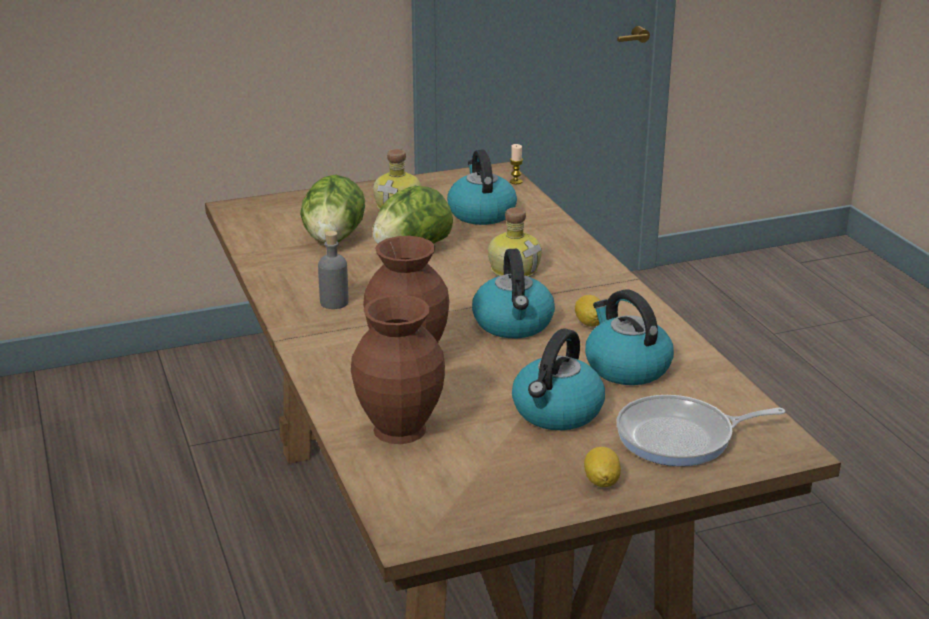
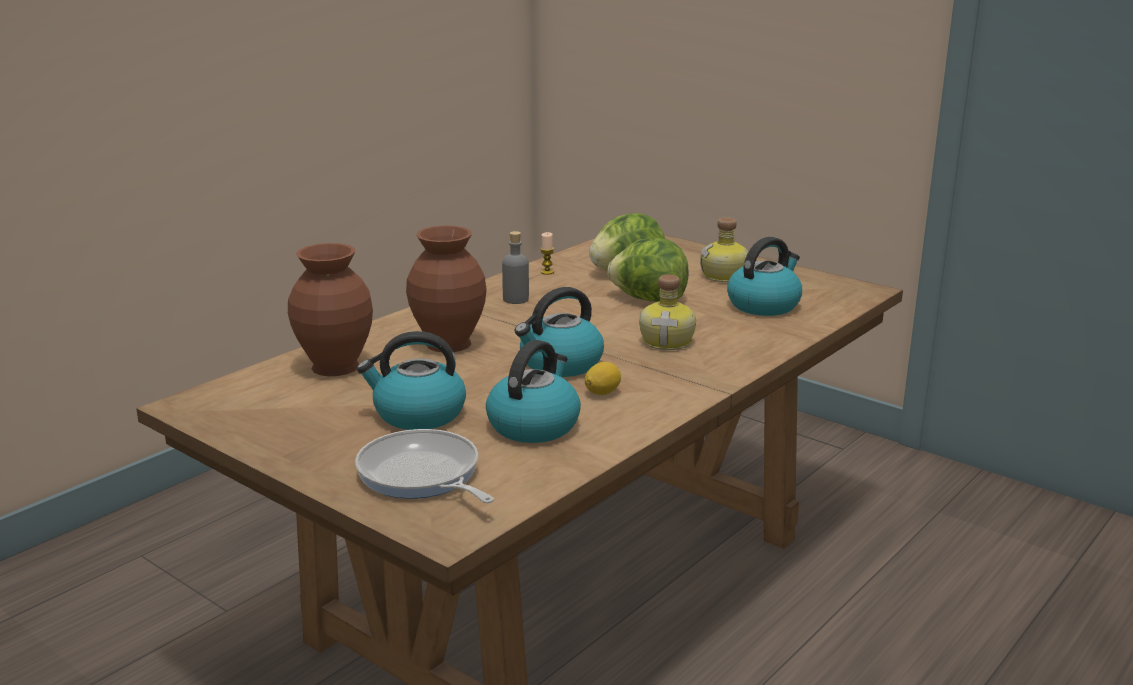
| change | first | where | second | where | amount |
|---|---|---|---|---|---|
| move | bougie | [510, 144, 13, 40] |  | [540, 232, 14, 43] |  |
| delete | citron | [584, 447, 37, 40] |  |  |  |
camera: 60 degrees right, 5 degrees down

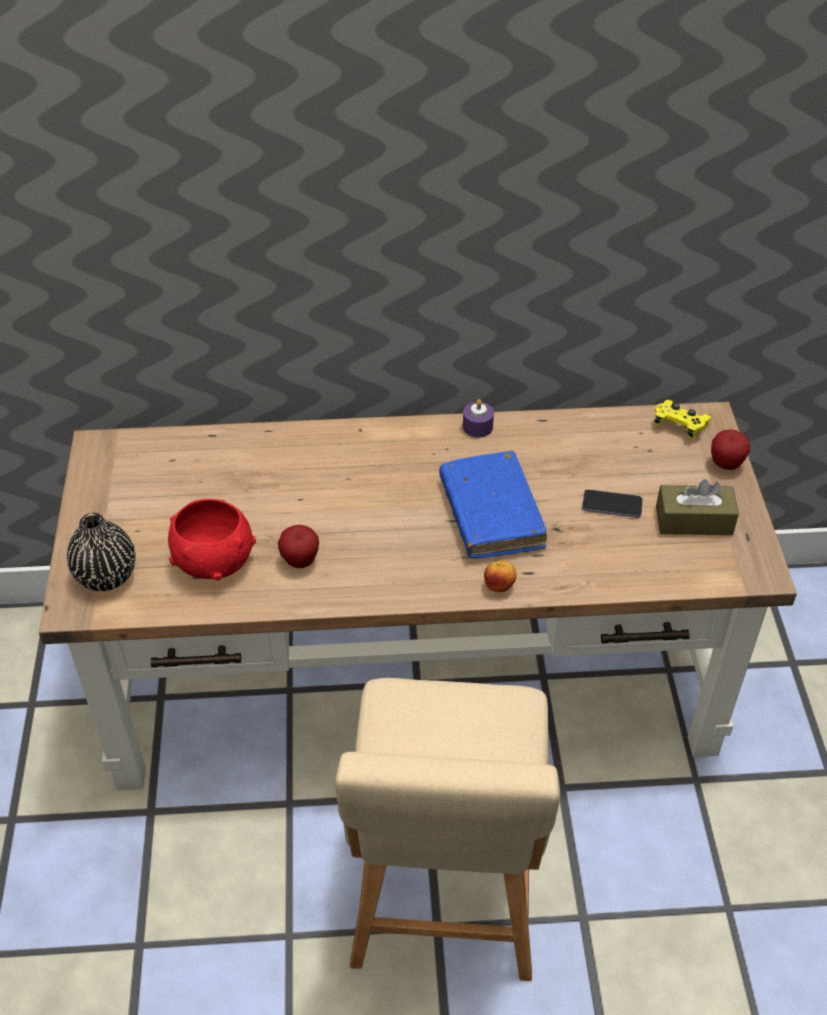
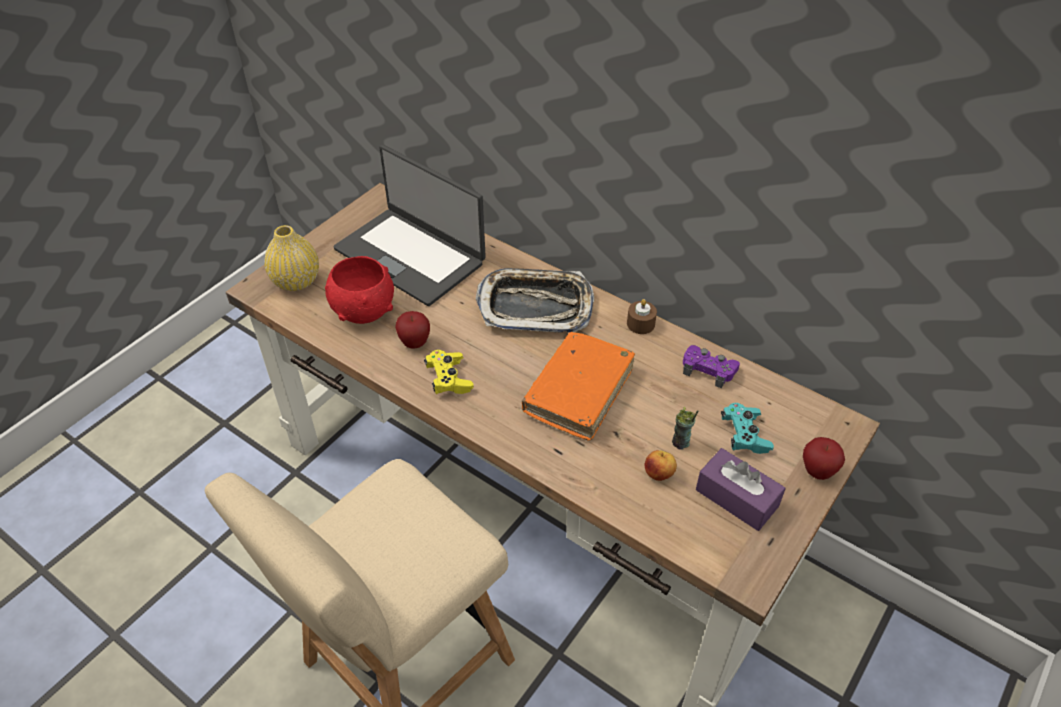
| change | first | where | second | where | amount |
|---|---|---|---|---|---|
| recolor | vase (noir) | [67, 513, 69, 78] | vase (jaune) | [265, 225, 54, 66] |  |
| insert |  |  | ordinateur portable | [333, 145, 153, 161] |  |
| move | manette (jaune) | [654, 400, 58, 40] |  | [424, 350, 50, 44] |  |
| insert |  |  | plateau | [476, 268, 118, 65] |  |
| recolor | livre (bleu) | [439, 451, 108, 107] | livre (orange) | [522, 332, 113, 109] |  |
| recolor | bougie (violet) | [463, 399, 31, 39] | bougie (marron) | [627, 299, 30, 35] |  |
| move | pomme | [484, 561, 32, 31] |  | [645, 450, 32, 31] |  |
| replace | téléphone | [582, 489, 61, 29] | tasse | [672, 406, 26, 44] |  |
| insert |  |  | manette (violet) | [683, 345, 57, 43] |  |
| recolor | boîte à mouchoirs (marron) | [656, 479, 83, 56] | boîte à mouchoirs (violet) | [696, 448, 90, 83] |  |
| insert |  |  | manette (turquoise) | [721, 403, 53, 51] |  |
camera: 40 degrees right, 0 degrees up

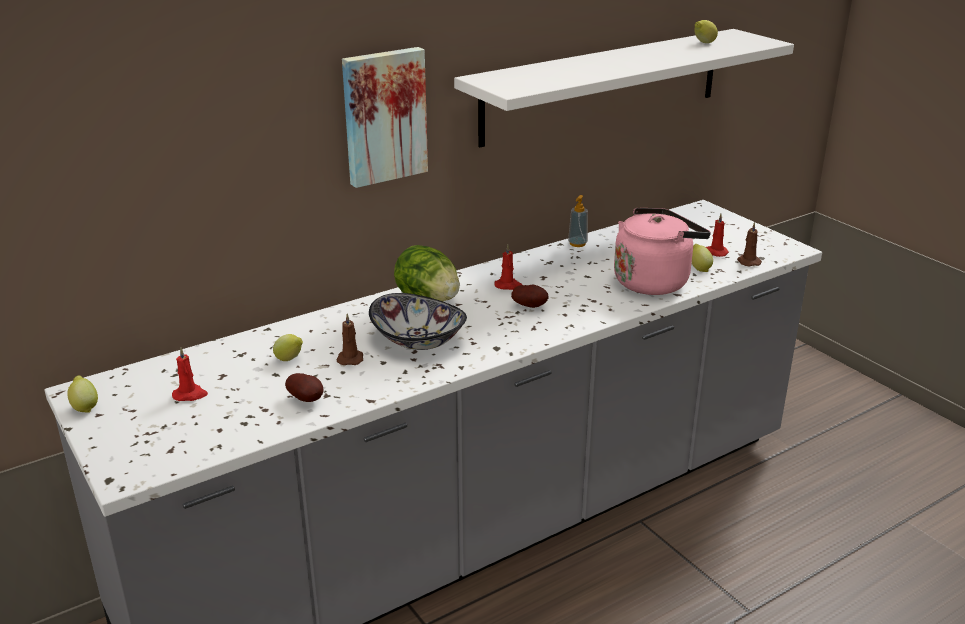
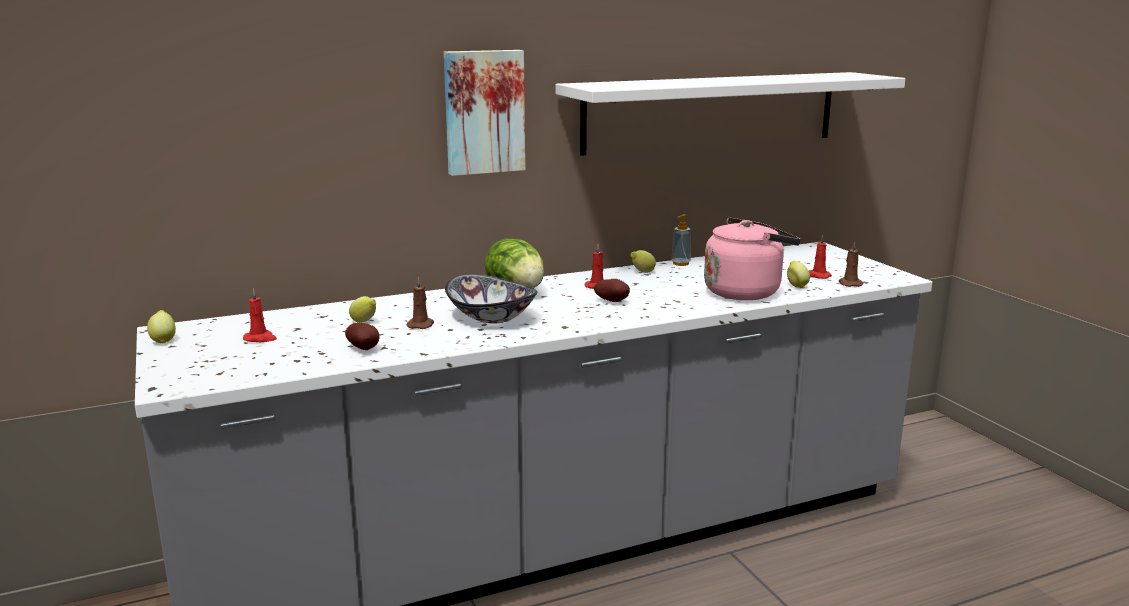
| change | first | where | second | where | amount |
|---|---|---|---|---|---|
| move | citron | [694, 20, 24, 23] |  | [630, 250, 26, 23] |  |
camera: 10 degrees right, 10 degrees down

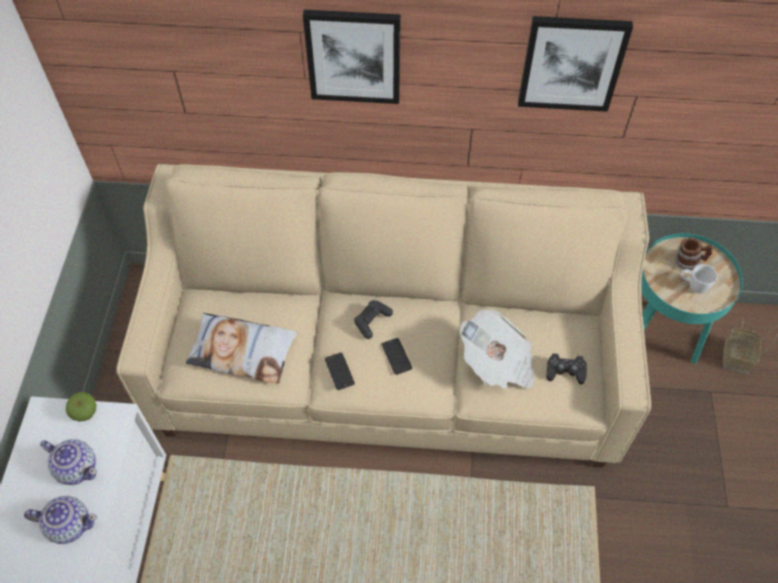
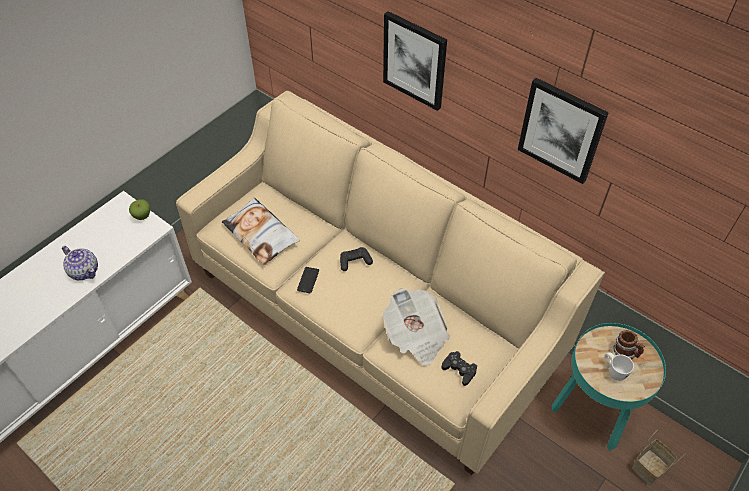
| change | first | where | second | where | amount |
|---|---|---|---|---|---|
| delete | théière | [40, 439, 57, 46] |  |  |  |
| delete | téléphone | [382, 338, 30, 37] |  |  |  |
camera: 35 degrees right, 5 degrees down

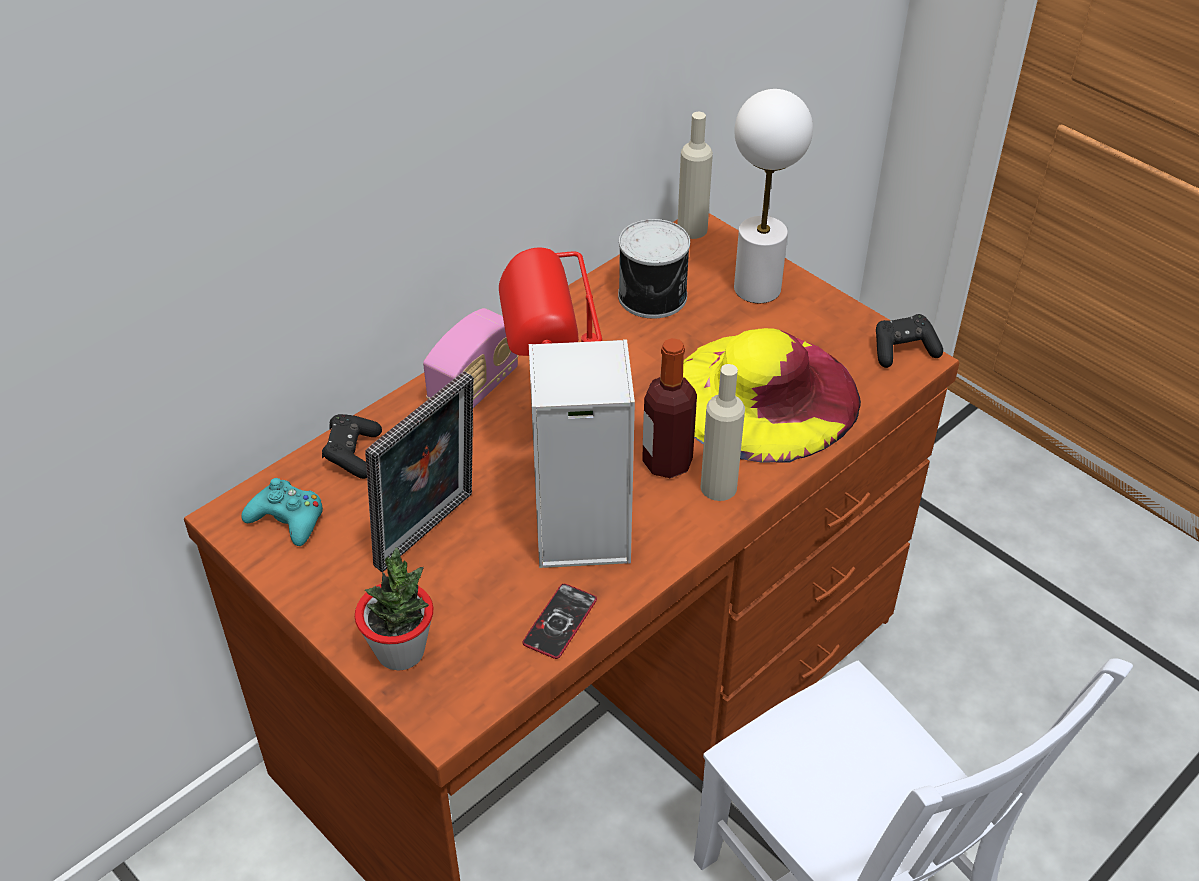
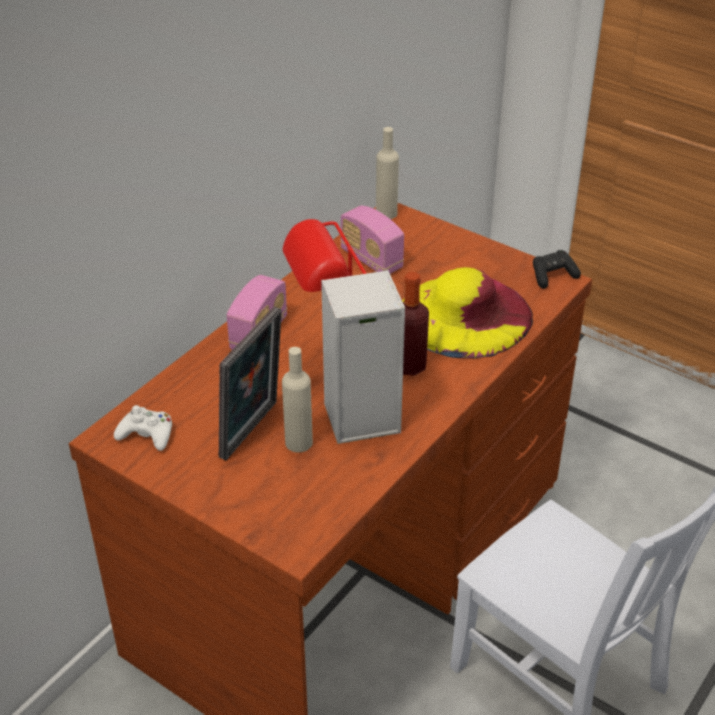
| change | first | where | second | where | amount |
|---|---|---|---|---|---|
| recolor | manette (turquoise) | [241, 478, 82, 68] | manette (blanc) | [114, 405, 58, 46] |  |
| move | bouteille (beige) | [700, 364, 45, 137] |  | [282, 347, 31, 105] |  |
| replace | boîte métallique | [618, 219, 72, 99] | radio | [340, 206, 64, 68] |  |
| delete | manette (noir) | [322, 414, 60, 65] |  |  |  |
| delete | plante en pot | [355, 547, 78, 124] |  |  |  |
| delete | téléphone | [522, 584, 75, 75] |  |  |  |
| delete | lampe de table (blanc) | [734, 89, 79, 214] |  |  |  |
camera: 10 degrees left, 5 degrees down

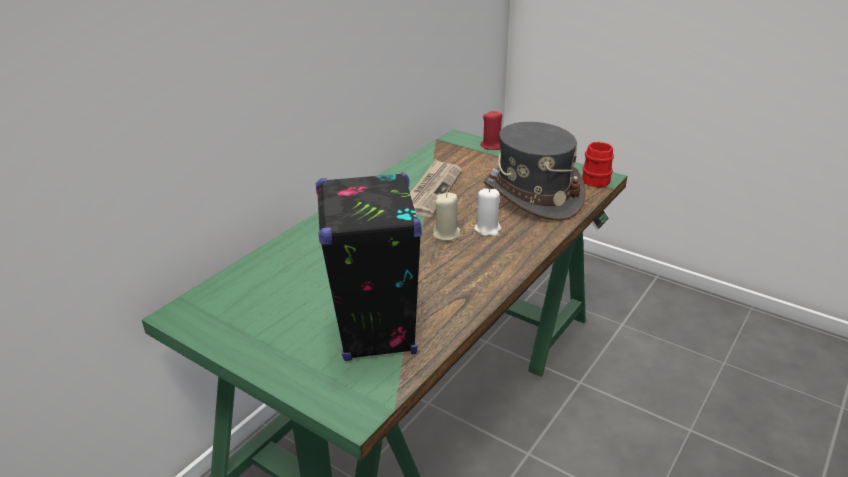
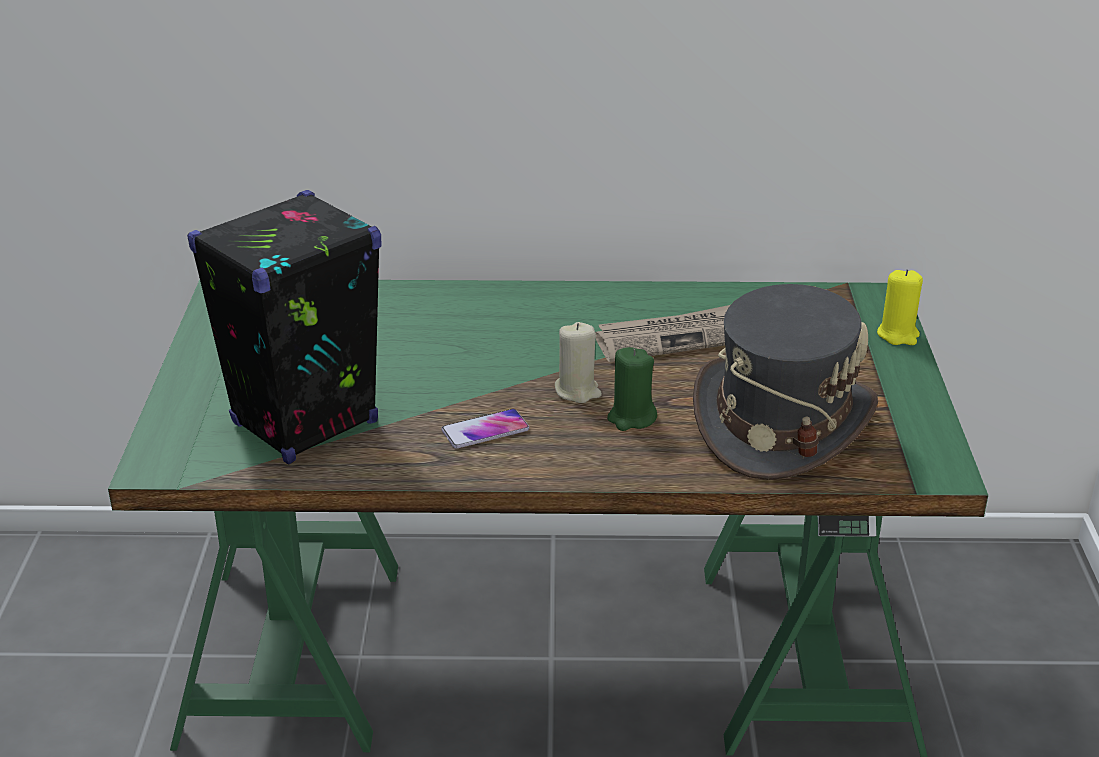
| change | first | where | second | where | amount |
|---|---|---|---|---|---|
| insert |  |  | téléphone | [441, 409, 88, 39] |  |
| recolor | bougie (blanc) | [474, 188, 27, 48] | bougie (vert) | [607, 347, 50, 84] |  |
| recolor | bougie (rouge) | [480, 110, 22, 40] | bougie (jaune) | [877, 269, 46, 76] |  |
| delete | mug (rouge) | [582, 142, 32, 45] |  |  |  |
camera: 55 degrees right, 0 degrees up

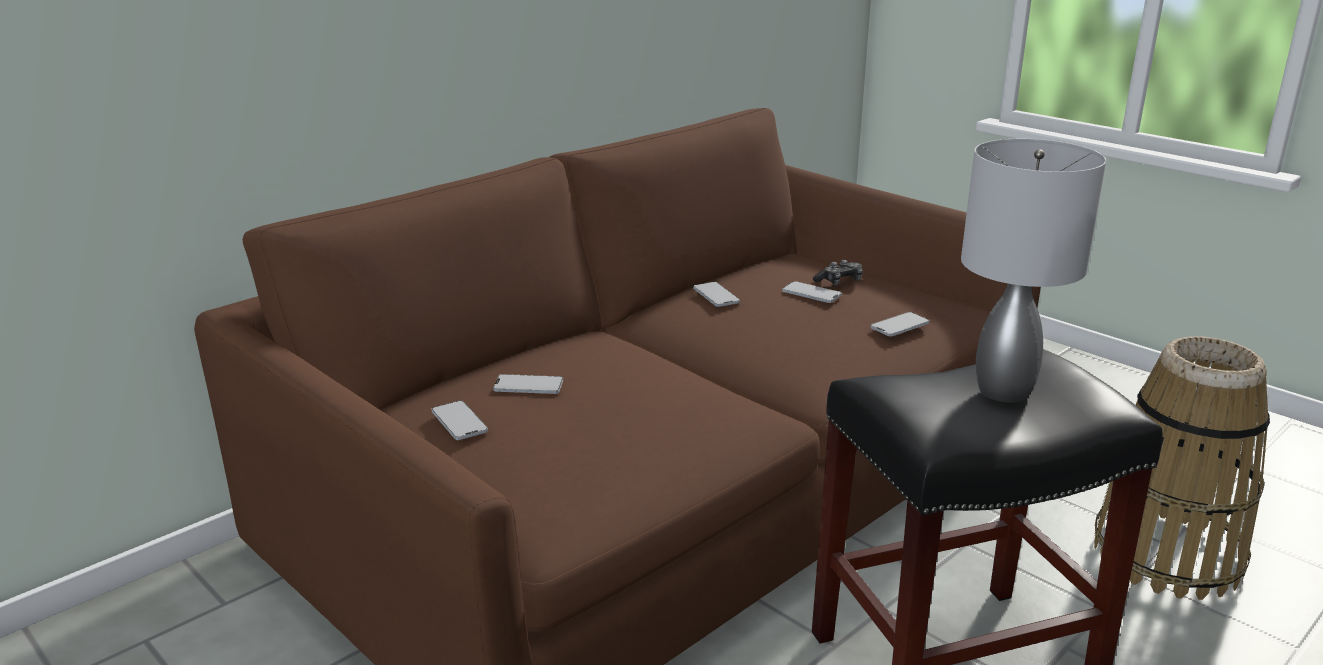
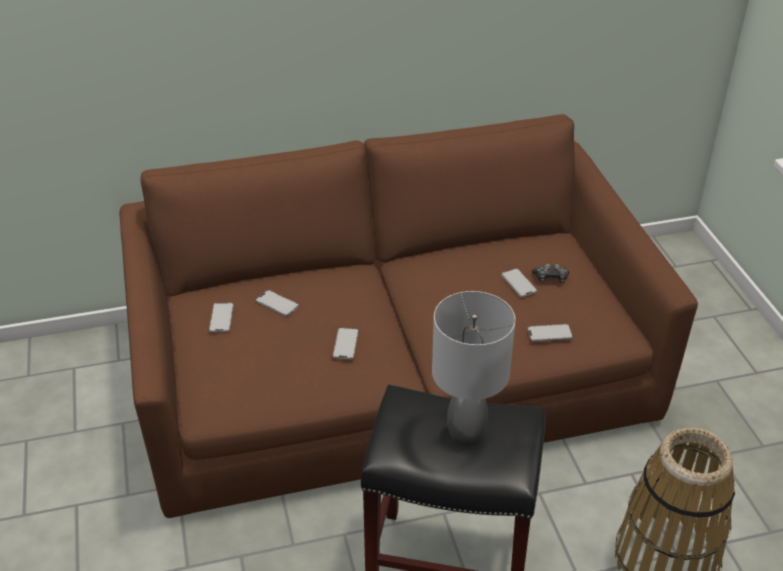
| change | first | where | second | where | amount |
|---|---|---|---|---|---|
| move | téléphone | [693, 282, 47, 25] |  | [333, 328, 26, 31] |  |
camera: 30 degrees right, 15 degrees up

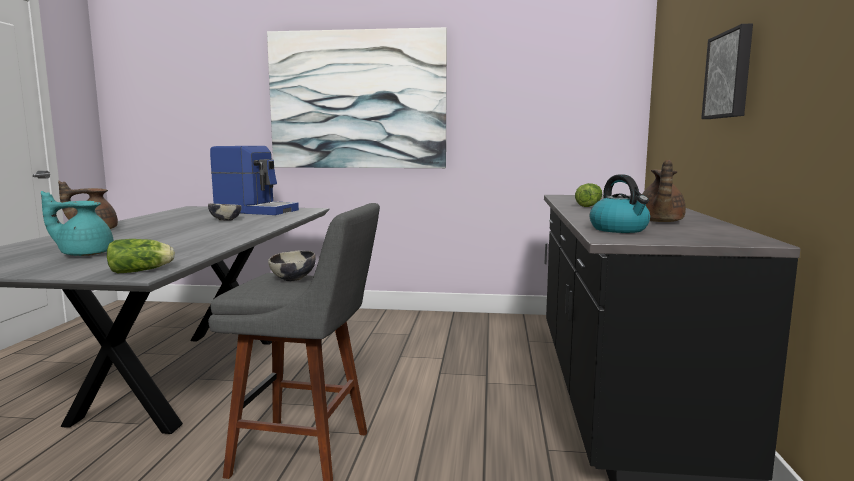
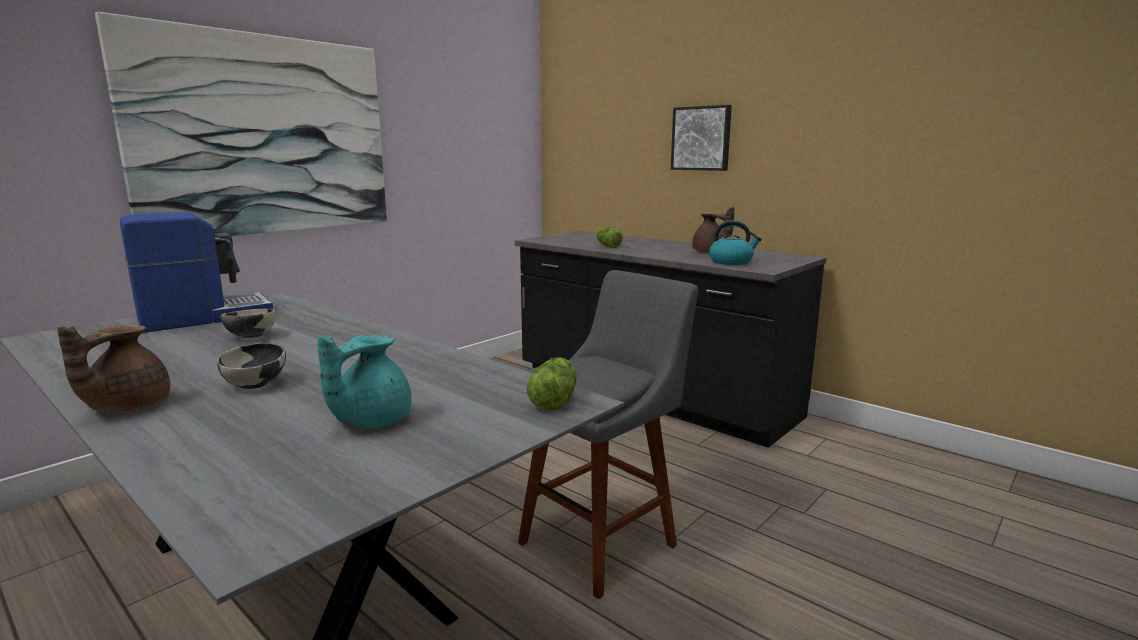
| change | first | where | second | where | amount |
|---|---|---|---|---|---|
| move | bol | [268, 250, 48, 31] |  | [217, 343, 69, 46] |  |
camera: 55 degrees left, 5 degrees up

